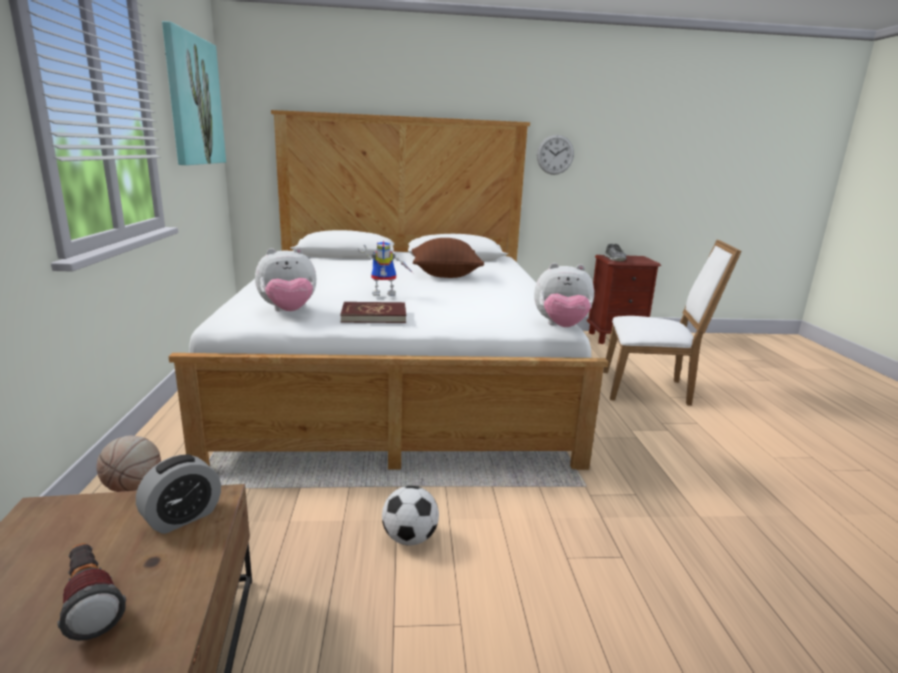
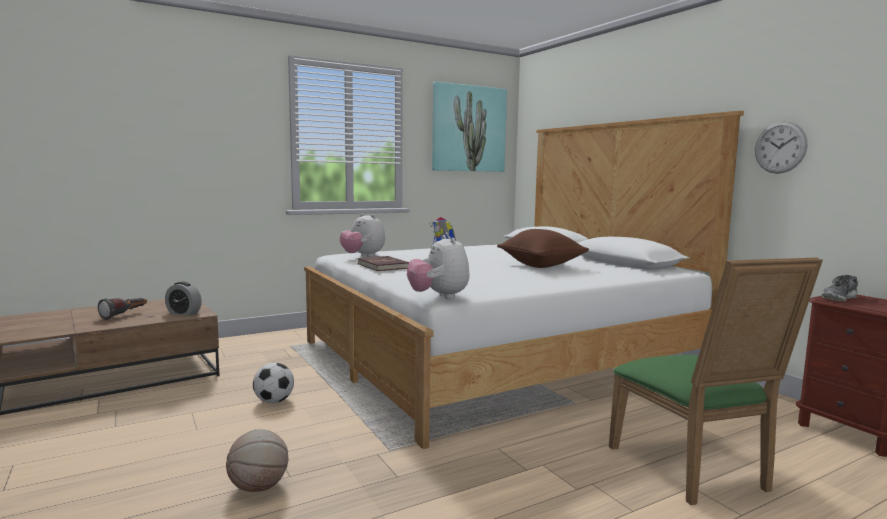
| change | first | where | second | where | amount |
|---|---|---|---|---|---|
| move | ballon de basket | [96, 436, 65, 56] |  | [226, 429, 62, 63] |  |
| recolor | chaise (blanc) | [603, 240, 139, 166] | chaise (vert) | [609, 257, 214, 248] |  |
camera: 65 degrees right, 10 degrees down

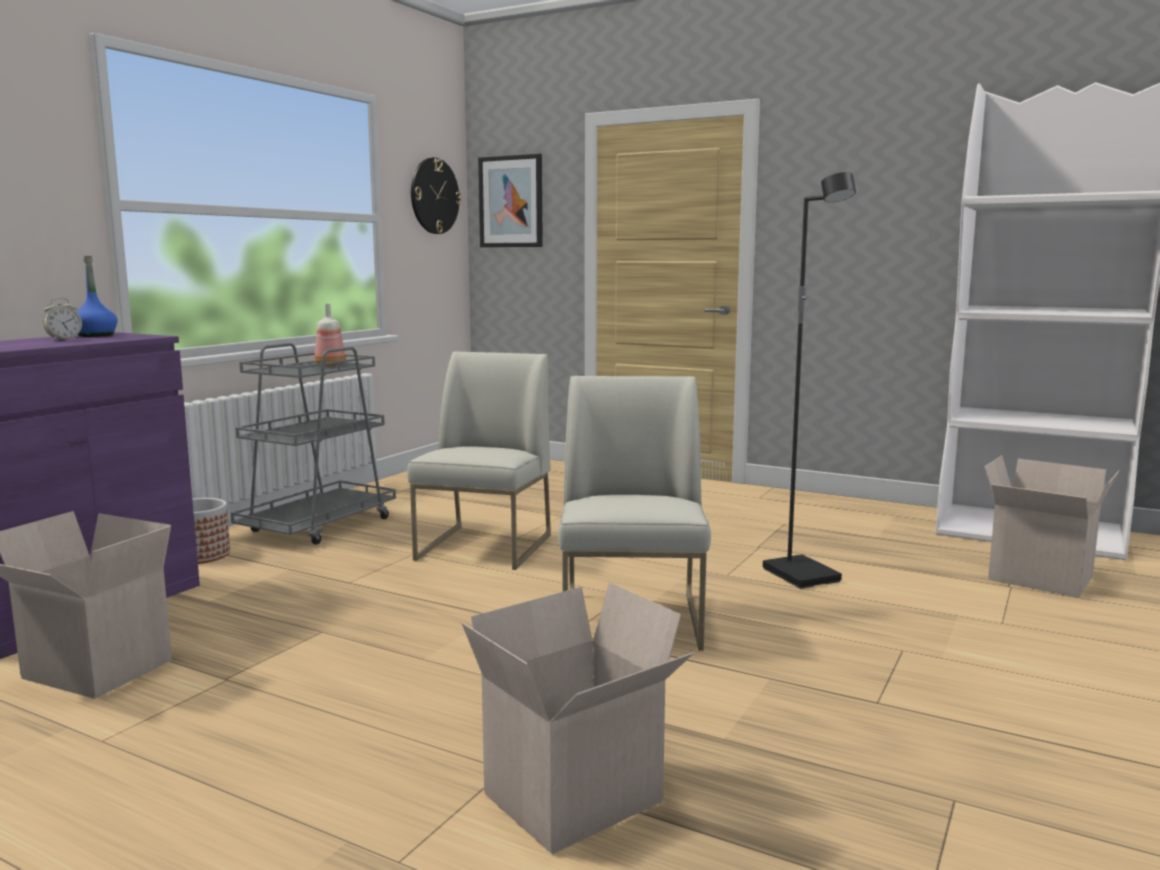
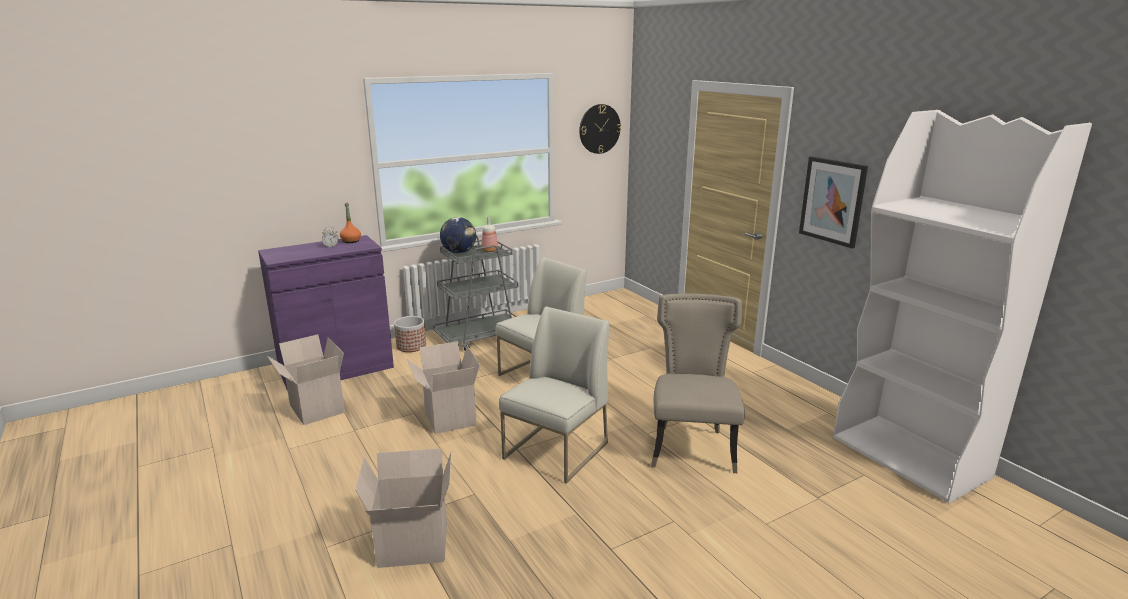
| change | first | where | second | where | amount |
|---|---|---|---|---|---|
| recolor | bouteille (bleu) | [76, 255, 42, 82] | bouteille (orange) | [340, 203, 21, 40] |  |
| move | carton | [984, 455, 136, 143] |  | [407, 341, 73, 93] |  |
| insert |  |  | globe | [440, 217, 36, 36] |  |
| replace | lampadaire (noir) | [763, 172, 93, 417] | chaise (beige) | [651, 294, 94, 179] |  |
| move | tableau | [478, 154, 65, 93] |  | [799, 156, 69, 93] |  |
camera: 30 degrees right, 10 degrees up

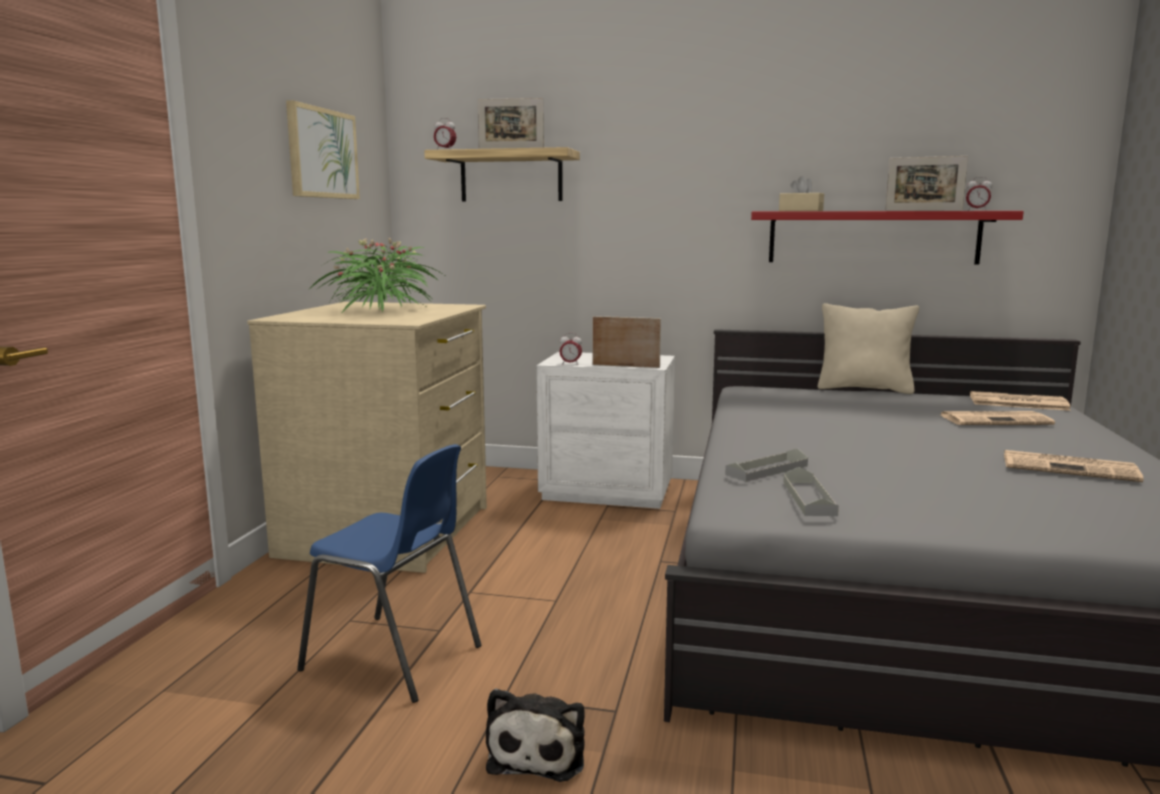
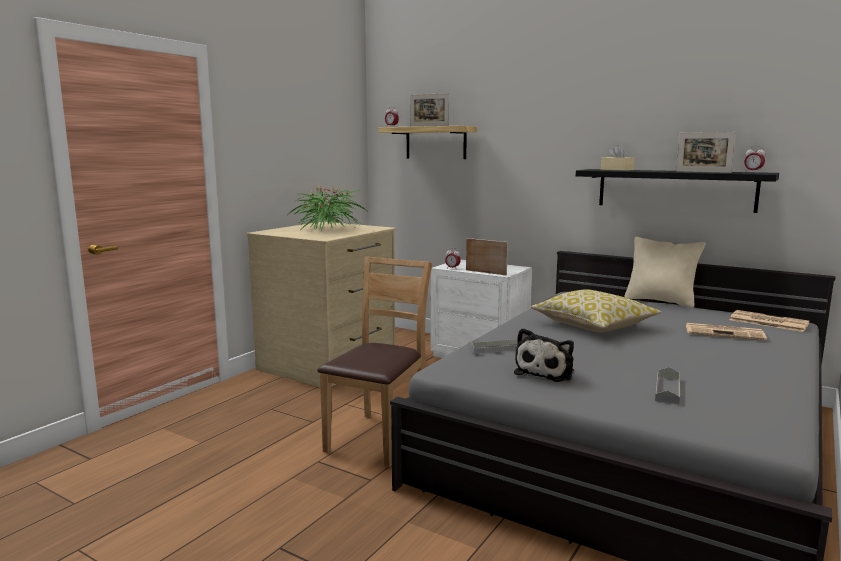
| change | first | where | second | where | amount |
|---|---|---|---|---|---|
| insert |  |  | chaise (marron) | [317, 257, 116, 211] |  |
| move | peluche | [486, 688, 99, 94] |  | [514, 328, 60, 54] |  |
| insert |  |  | coussin | [531, 289, 130, 43] |  |
| recolor | étagère (rouge) | [751, 211, 273, 53] | étagère (noir) | [576, 169, 203, 44] |  |
| move | plateau (gris) | [783, 467, 56, 49] |  | [655, 367, 25, 37] |  |
| delete | tableau | [286, 100, 74, 99] |  |  |  |
| delete | chaise (bleu) | [297, 444, 184, 259] |  |  |  |
| delete | journal | [1004, 450, 140, 32] |  |  |  |
camera: 20 degrees right, 0 degrees up

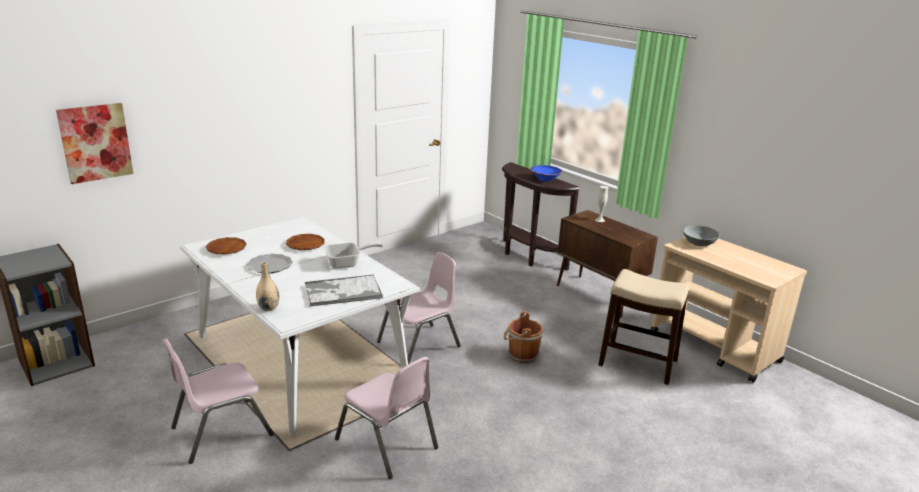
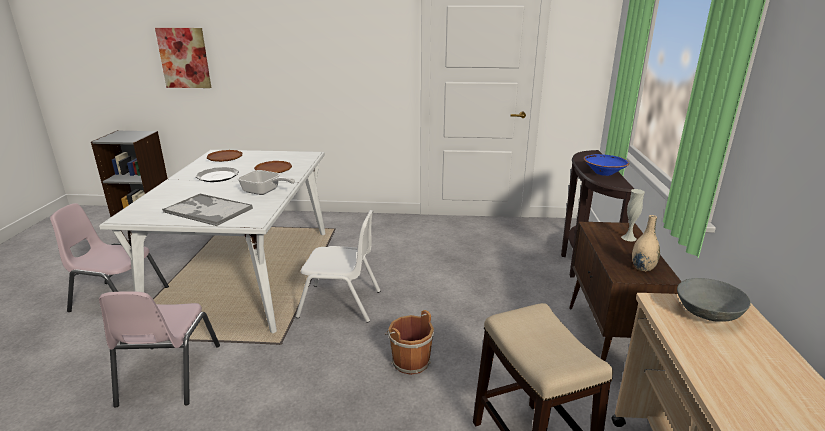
| change | first | where | second | where | amount |
|---|---|---|---|---|---|
| recolor | chaise (rose) | [377, 252, 84, 112] | chaise (blanc) | [295, 210, 86, 113] |  |
| move | vase (beige) | [256, 262, 23, 49] |  | [632, 215, 28, 56] |  |
camera: 45 degrees right, 0 degrees up

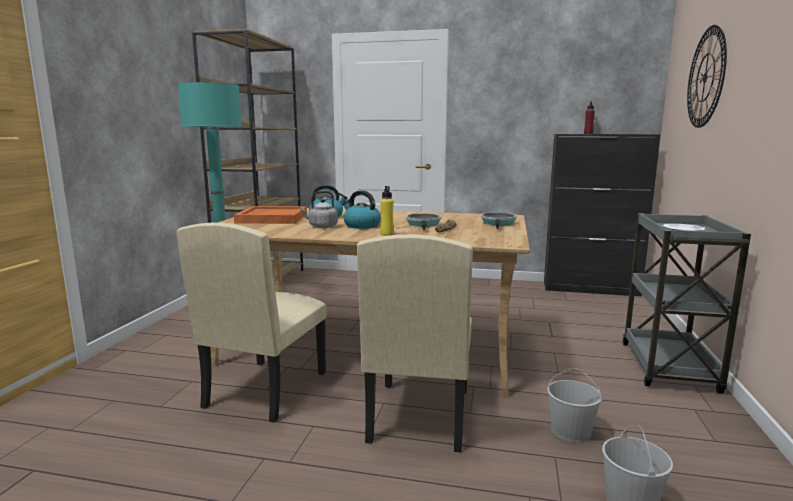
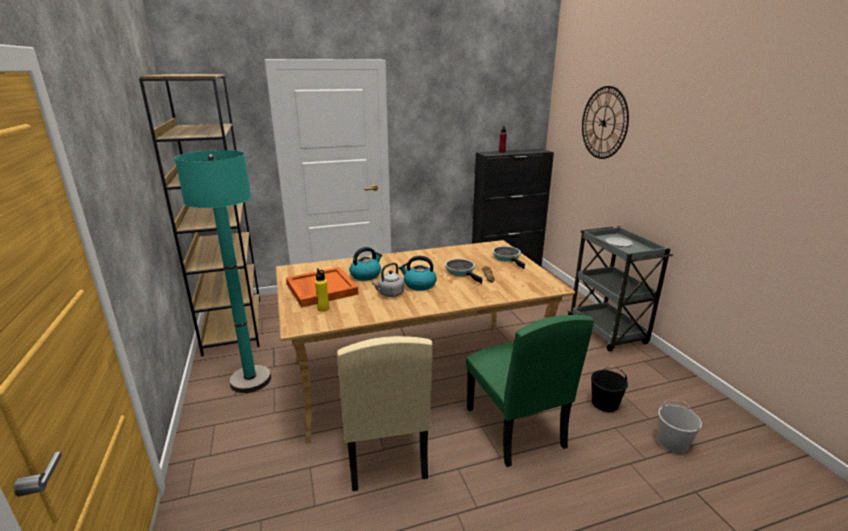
| change | first | where | second | where | amount |
|---|---|---|---|---|---|
| move | bouteille (jaune) | [380, 186, 14, 50] |  | [315, 268, 14, 43] |  |
| recolor | chaise (beige) | [357, 234, 116, 218] | chaise (vert) | [466, 315, 128, 152] |  |
| recolor | seau (blanc) | [547, 368, 55, 74] | seau (noir) | [591, 366, 37, 46] |  |
camera: 30 degrees left, 10 degrees up

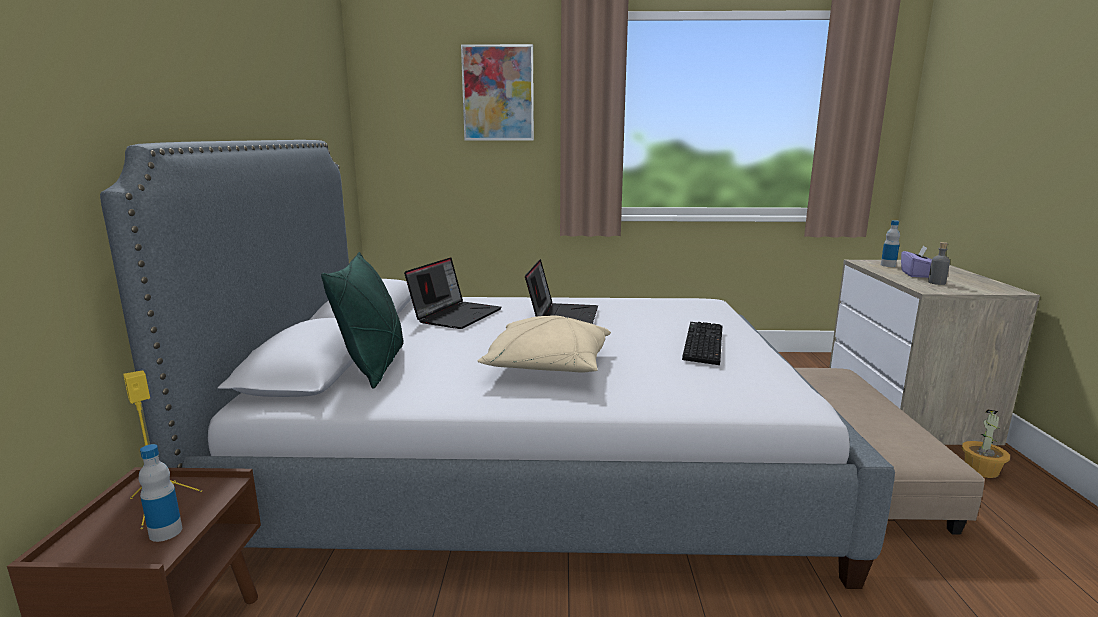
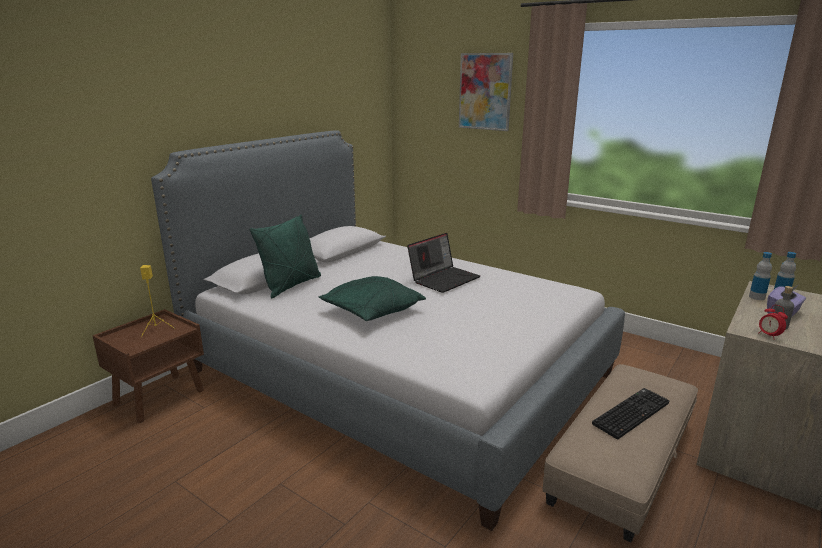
| change | first | where | second | where | amount |
|---|---|---|---|---|---|
| recolor | coussin (beige) | [478, 315, 133, 58] | coussin (vert) | [319, 276, 107, 45] |  |
| move | clavier | [682, 322, 40, 43] |  | [592, 388, 77, 52] |  |
| move | bouteille | [139, 444, 43, 98] |  | [749, 252, 23, 48] |  |
| insert |  |  | réveil | [758, 305, 30, 35] |  |
| delete | ordinateur portable | [404, 257, 98, 72] |  |  |  |
| delete | plante en pot | [962, 410, 48, 68] |  |  |  |
camera: 35 degrees right, 5 degrees up

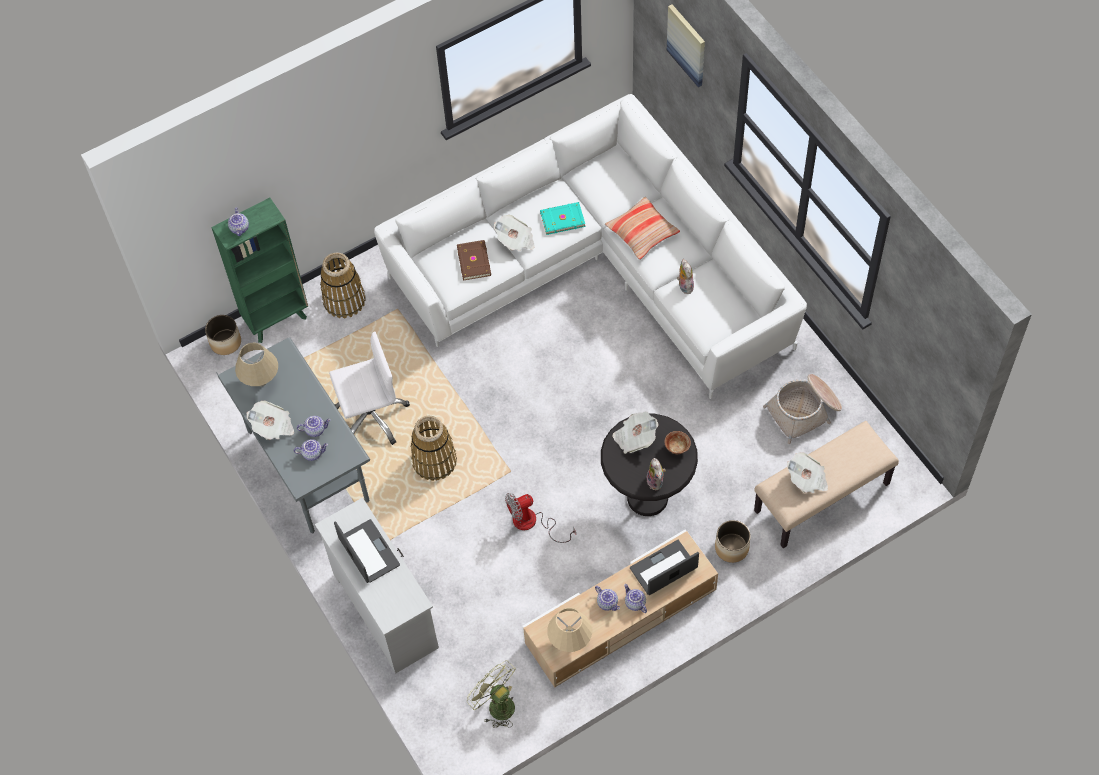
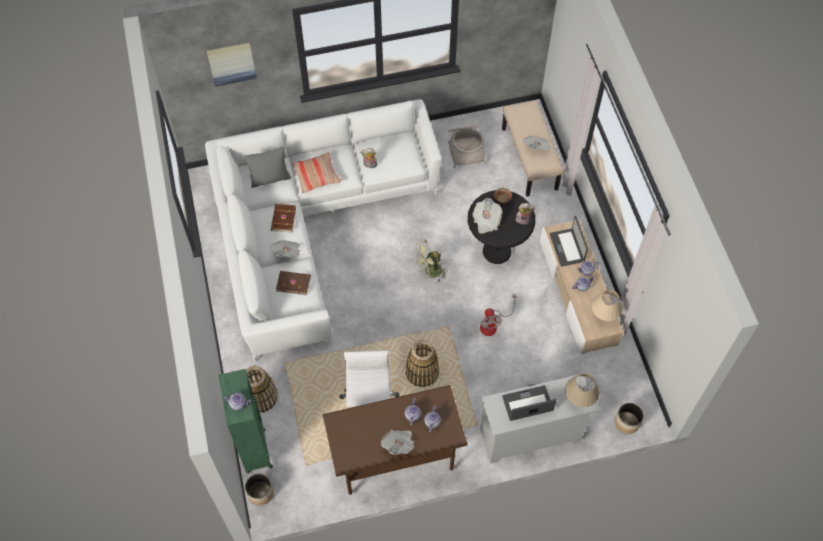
| change | first | where | second | where | amount |
|---|---|---|---|---|---|
| insert |  |  | coussin (gris) | [244, 147, 47, 41] |  |
| recolor | livre (turquoise) | [540, 202, 45, 33] | livre (marron) | [271, 204, 25, 29] |  |
| recolor | bureau (gris) | [216, 337, 154, 197] | bureau (marron) | [323, 385, 145, 110] |  |
| move | ventilateur (vert) | [467, 661, 48, 67] |  | [414, 240, 34, 42] |  |
| move | lampe de table (beige) | [235, 343, 43, 44] |  | [565, 373, 35, 34] |  |
| move | cache-pot | [715, 520, 36, 43] |  | [615, 403, 29, 31] |  |
camera: 75 degrees left, 0 degrees up

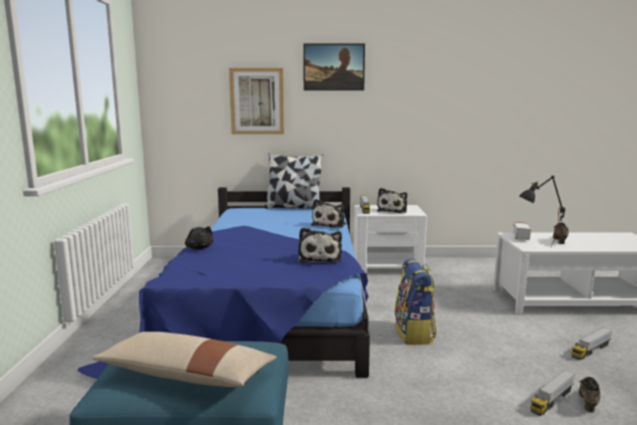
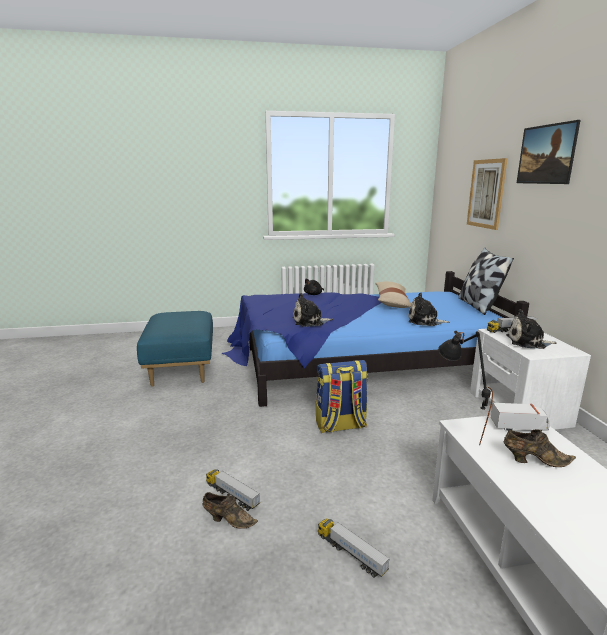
| change | first | where | second | where | amount |
|---|---|---|---|---|---|
| move | coussin (beige) | [92, 332, 185, 55] |  | [375, 281, 36, 27] |  |
camera: 80 degrees right, 5 degrees up

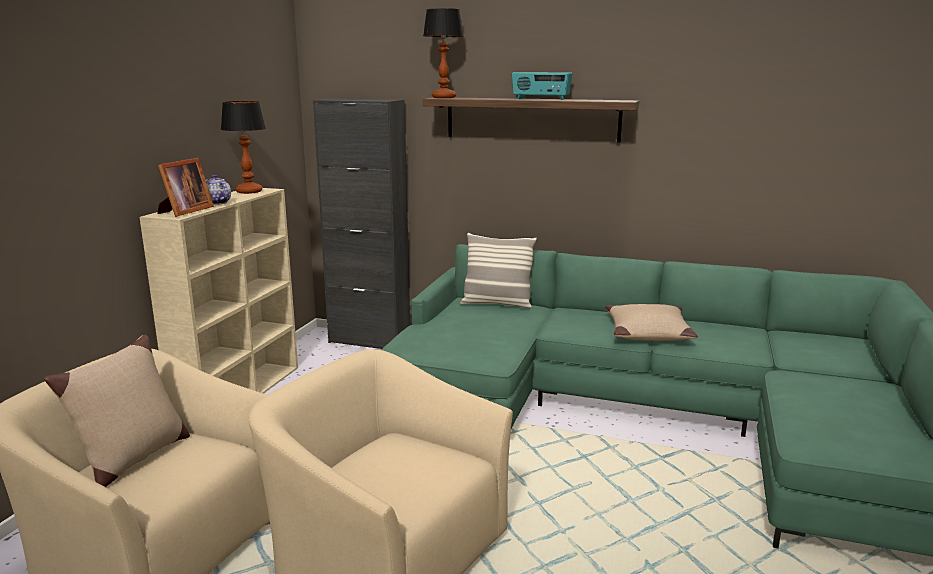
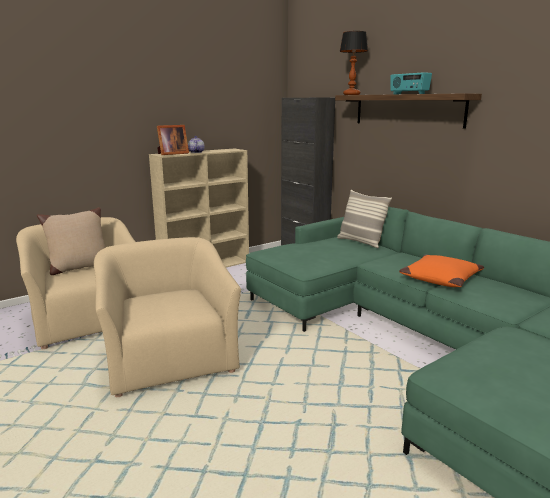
| change | first | where | second | where | amount |
|---|---|---|---|---|---|
| recolor | coussin (beige) | [605, 304, 93, 37] | coussin (orange) | [399, 254, 85, 33] |  |
| delete | lampe de table | [221, 101, 45, 93] |  |  |  |
camera: 35 degrees right, 0 degrees up

